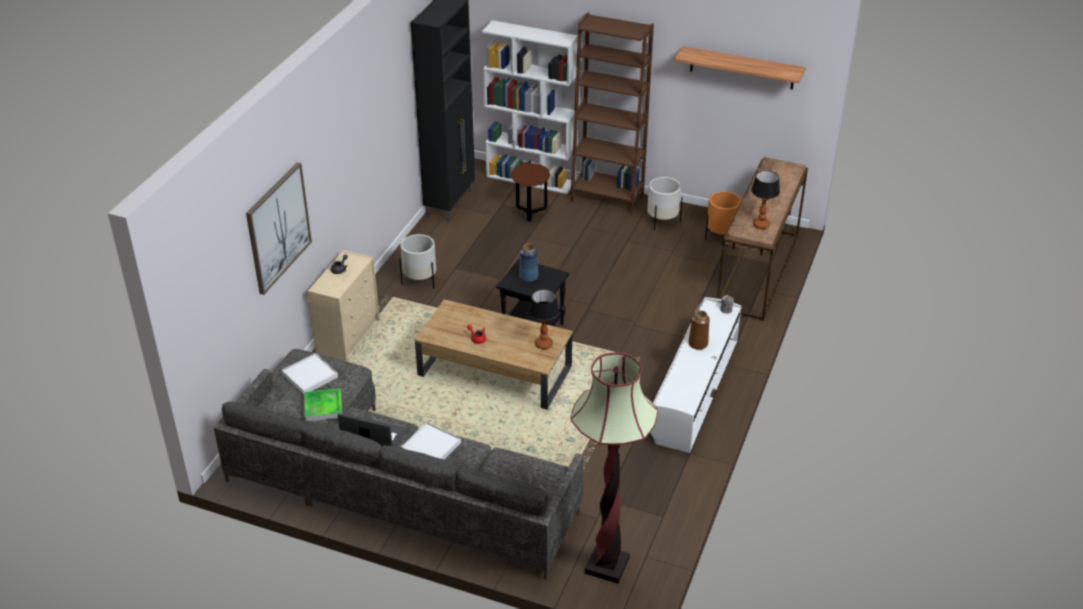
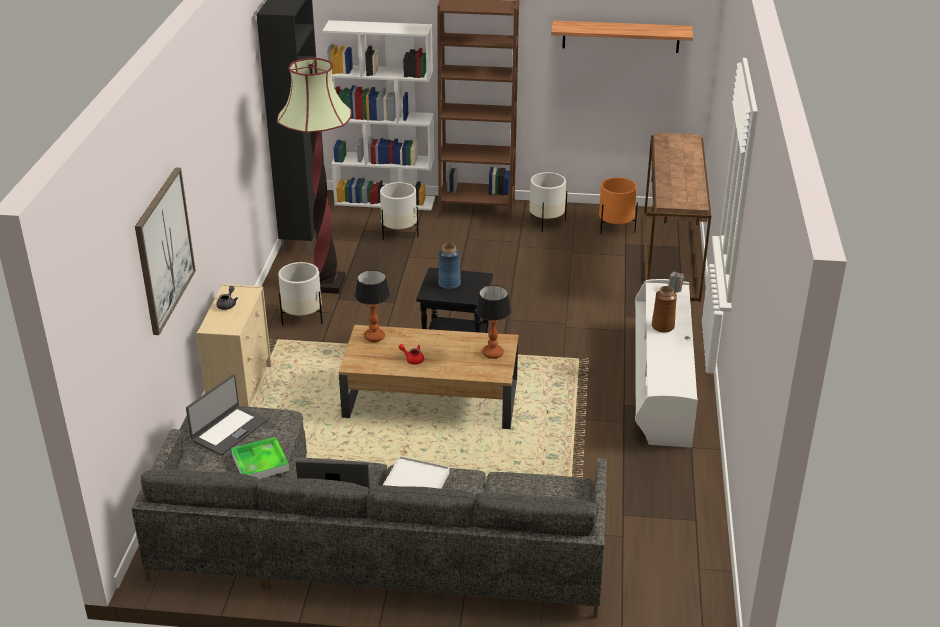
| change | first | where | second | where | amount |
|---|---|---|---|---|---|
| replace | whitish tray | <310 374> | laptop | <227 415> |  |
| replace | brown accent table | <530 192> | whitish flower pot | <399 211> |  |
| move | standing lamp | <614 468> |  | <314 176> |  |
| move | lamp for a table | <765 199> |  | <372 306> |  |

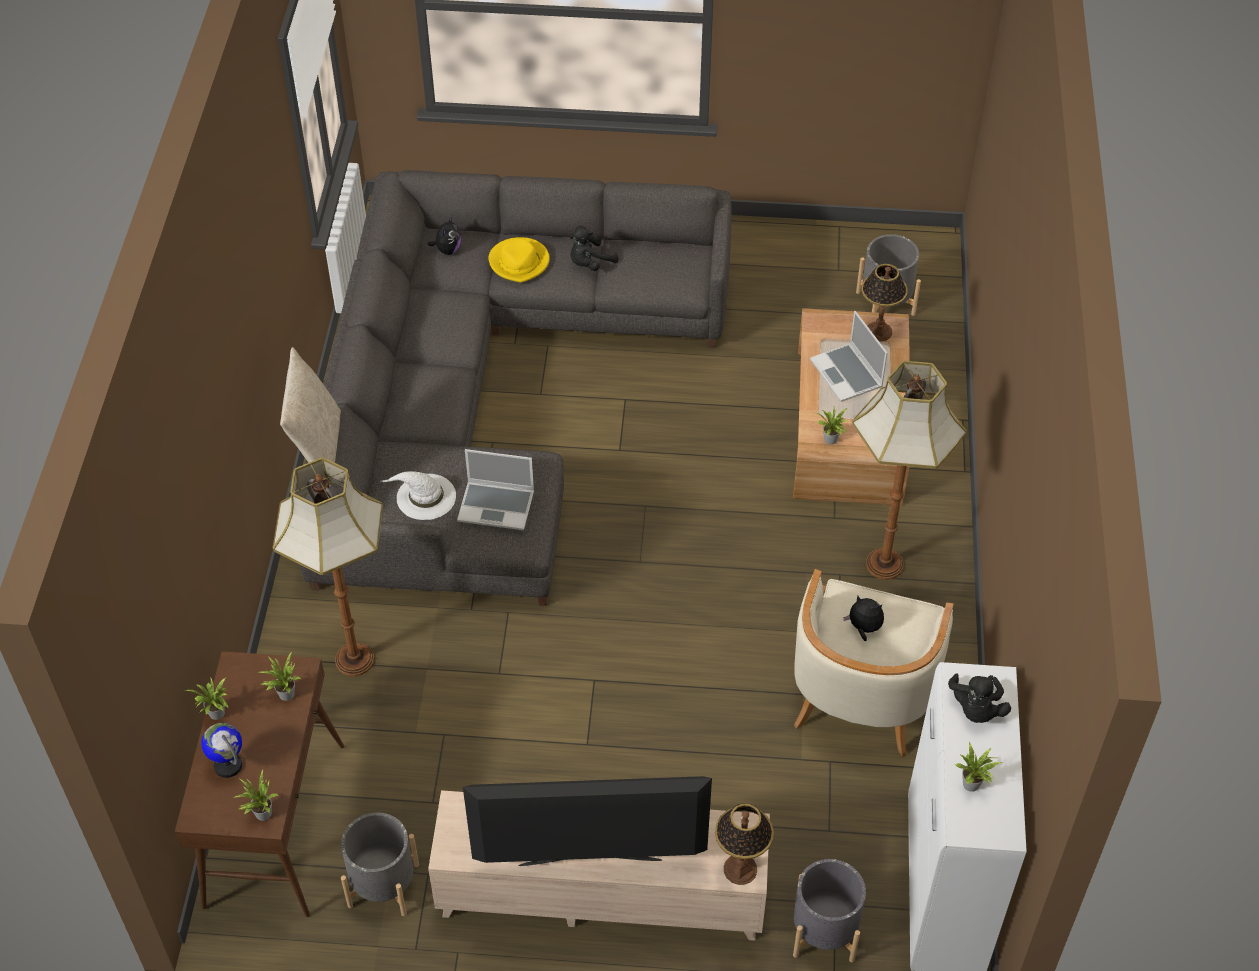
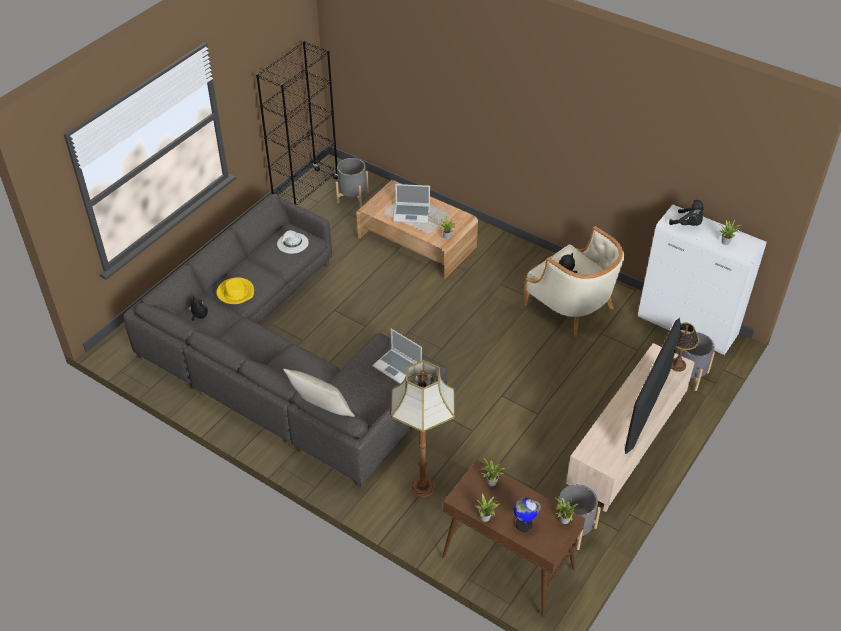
| change | first | where | second | where | amount |
|---|---|---|---|---|---|
| move | whitish wearable hat | <418 495> |  | <293 242> |  |
| rotate | laptop | <495 489> |  | <397 356> | 90 degrees clockwise |
| delete | black cuddly toy | <594 248> |  |  |  |
| delete | standing lamp | <909 470> |  |  |  |
| delete | lamp for a table | <884 302> |  |  |  |
| insert |  |  | black bookshelf | <297 123> |  |

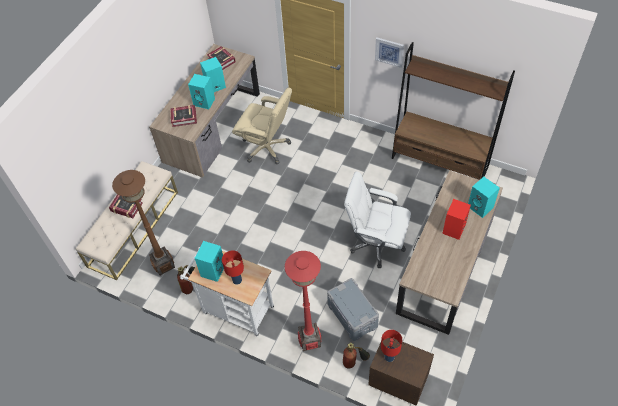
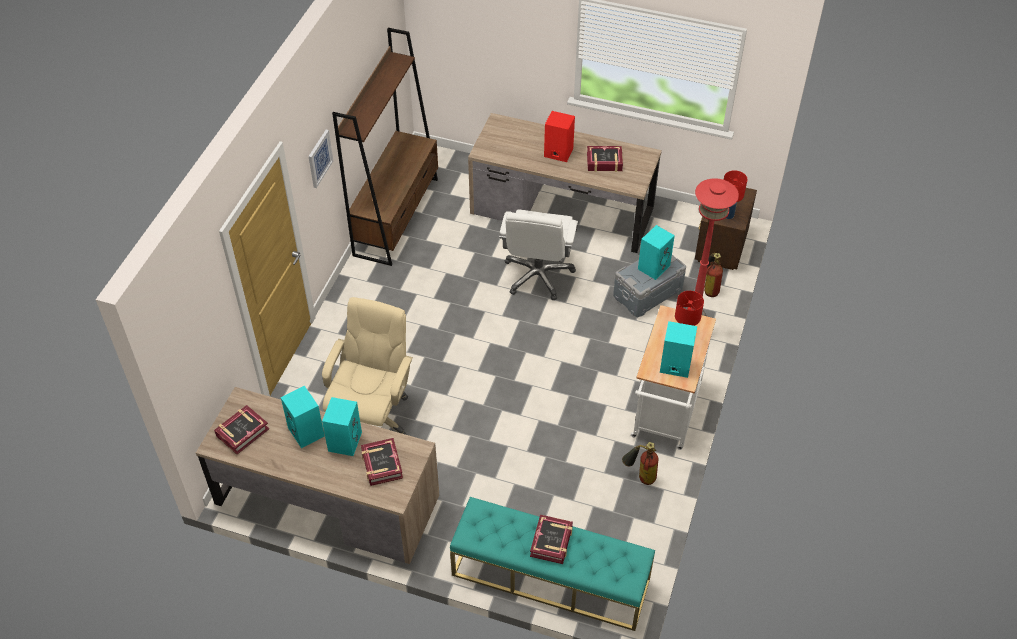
| change | first | where | second | where | amount |
|---|---|---|---|---|---|
| recolor | beige bench | <127 220> | blue-green bench | <552 564> |  |
| delete | brown standing lamp | <143 222> |  |  |  |
| move | blue-green loudspeaker | <484 197> |  | <656 252> |  |
| insert |  |  | volume | <605 159> |  |

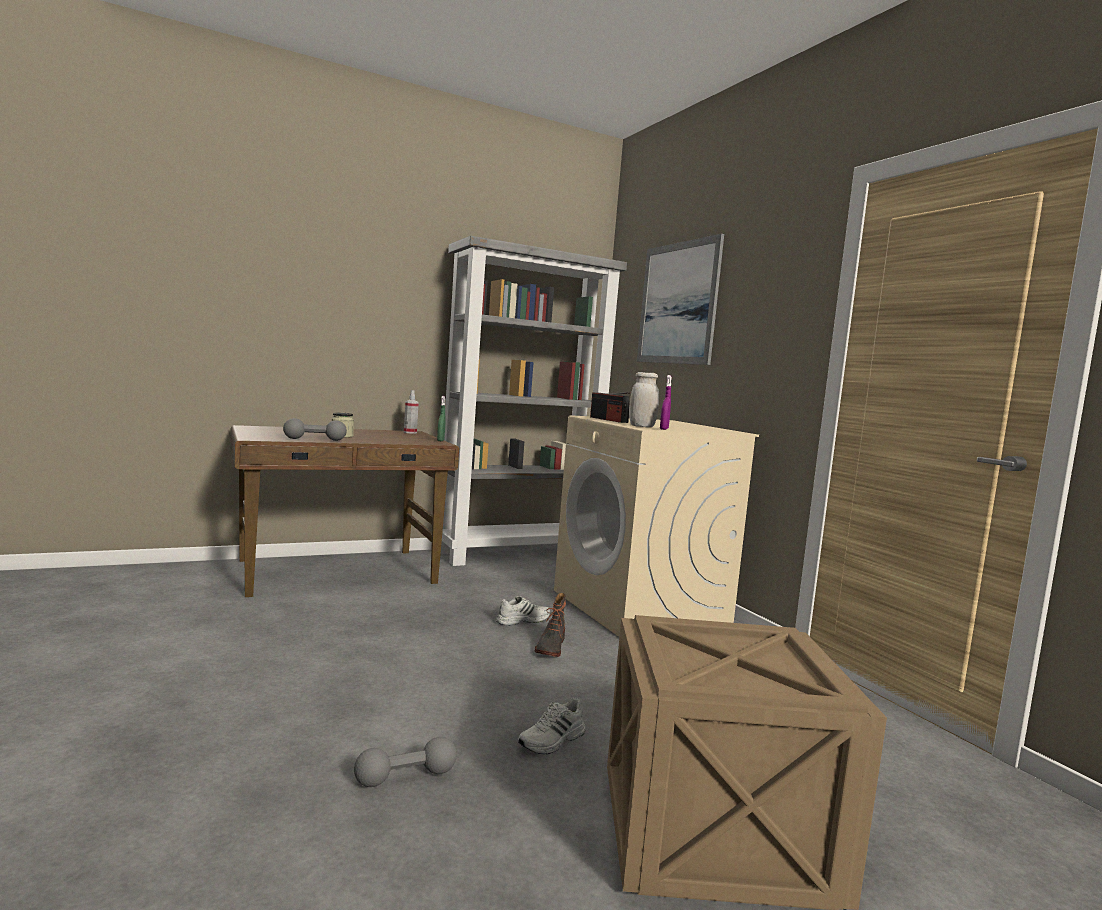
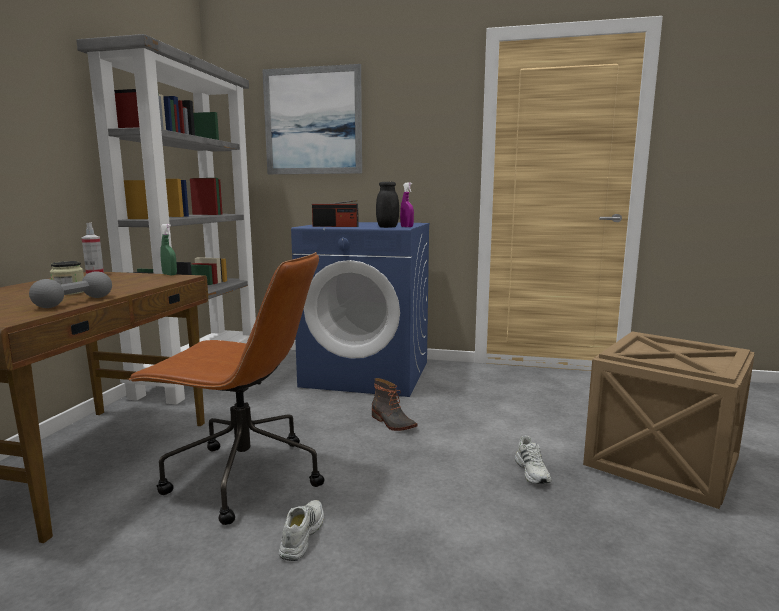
| change | first | where | second | where | amount |
|---|---|---|---|---|---|
| delete | gray dumbbell | <405 762> |  |  |  |
| move | whitish item of footwear | <523 611> |  | <301 530> |  |
| recolor | beige laundry machine | <656 526> | blue laundry machine | <360 309> |  |
| recolor | whitish preserve jar | <644 399> | black preserve jar | <387 205> |  |
| insert |  |  | brown computer chair | <226 388> |  |

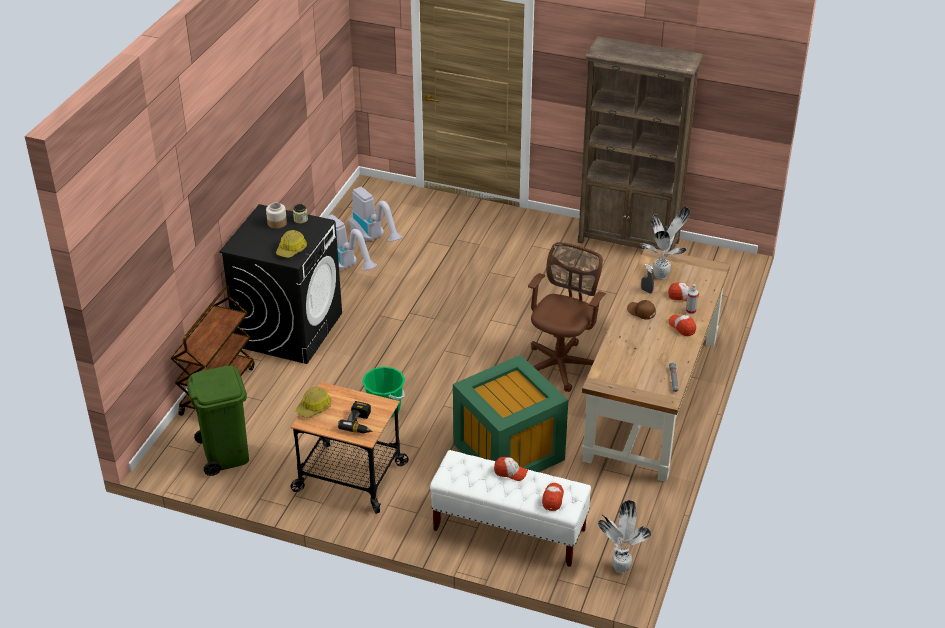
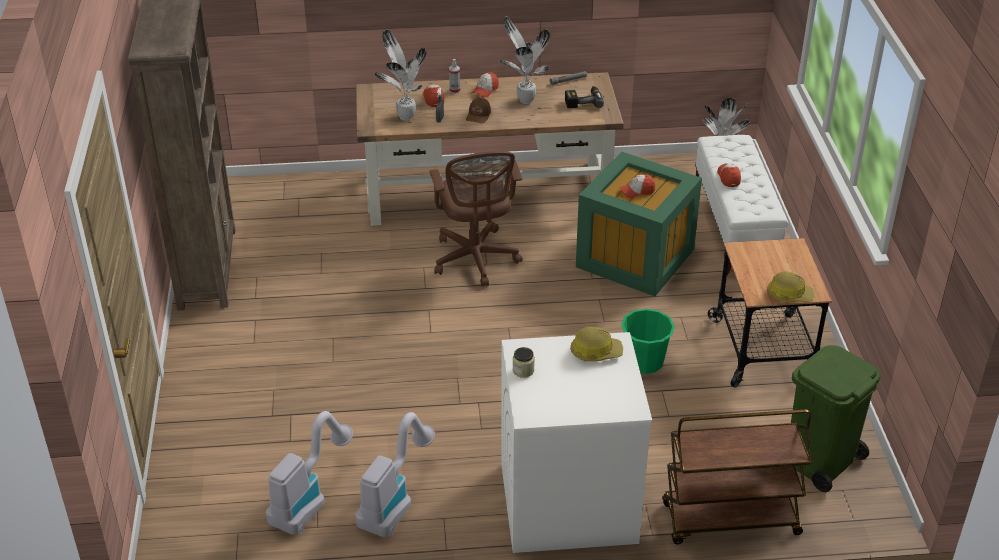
| change | first | where | second | where | amount |
|---|---|---|---|---|---|
| recolor | black laundry machine | <280 284> | whitish laundry machine | <576 442> |  |
| delete | preserve jar | <276 216> |  |  |  |
| move | electric drill | <355 417> |  | <584 97> |  |
| rotate | brown computer chair | <567 317> |  | <476 219> | 105 degrees counterclockwise |
| move | peaked cap | <553 497> |  | <637 186> |  |
| insert |  |  | plant in a pot | <524 60> |  |

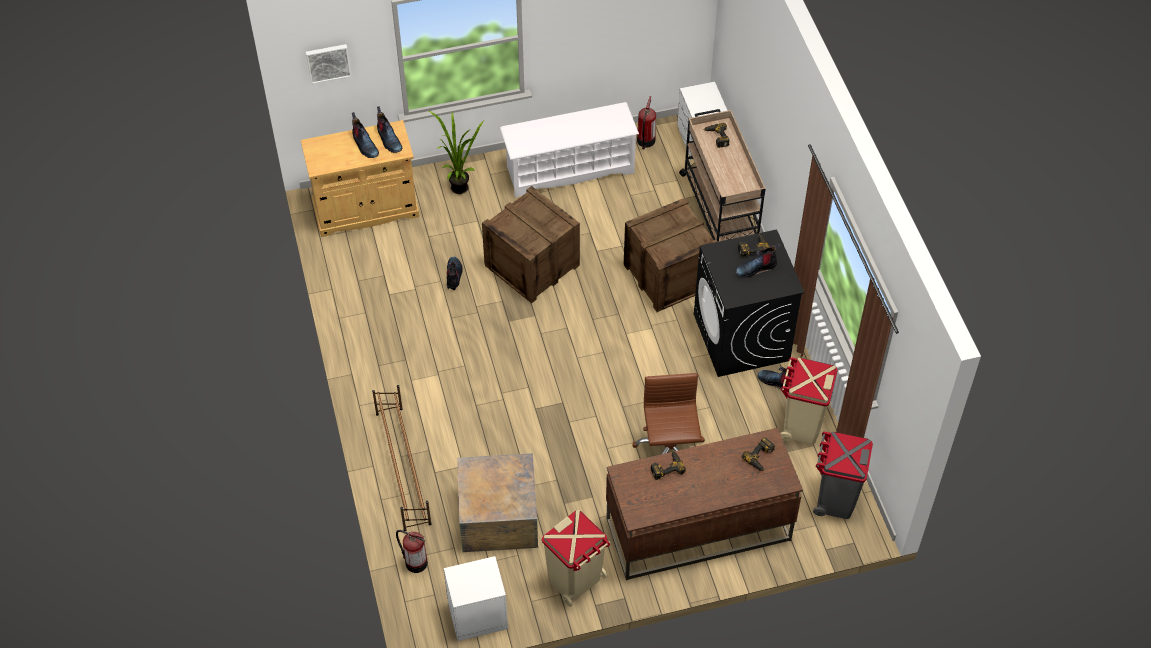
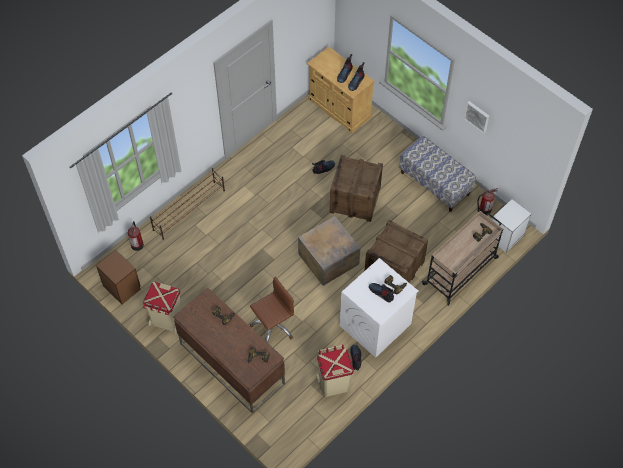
| change | first | where | second | where | amount |
|---|---|---|---|---|---|
| move | picture | <329 64> |  | <476 117> |  |
| delete | plant in a pot | <456 152> |  |  |  |
| recolor | whitish nightstand | <476 598> | brown nightstand | <118 277> |  |
| move | crate | <497 502> |  | <329 251> |  |
| replace | whitish shoe rack | <569 149> | bench | <437 174> |  |
| recolor | black laundry machine | <749 303> | whitish laundry machine | <379 308> |  |
| delete | gray waste bin | <843 475> |  |  |  |

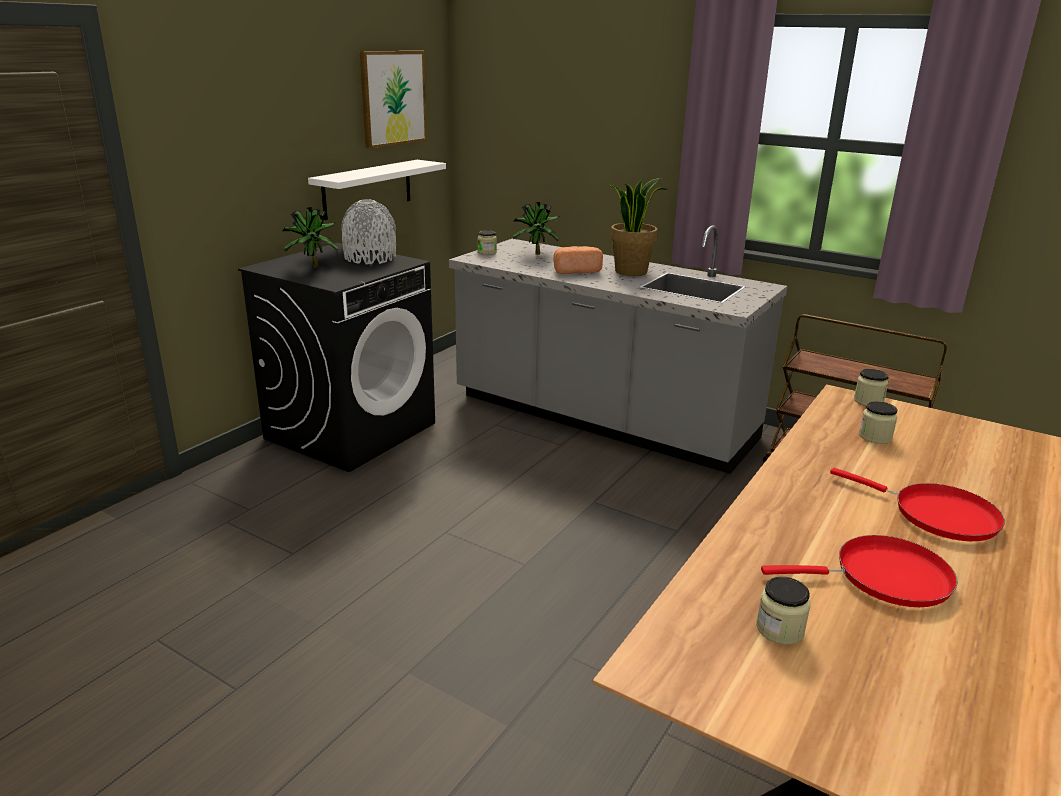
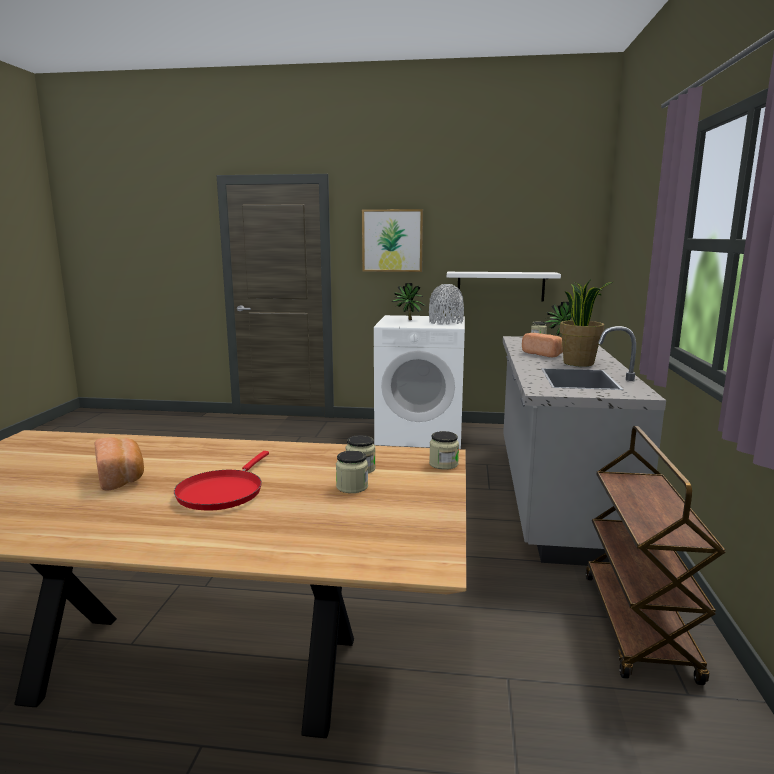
| change | first | where | second | where | amount |
|---|---|---|---|---|---|
| recolor | black laundry machine | <336 357> | whitish laundry machine | <419 382> |  |
| move | picture | <393 99> |  | <392 240> |  |
| move | preserve jar | <783 611> |  | <352 472> |  |
| replace | red skillet | <859 571> | baked bread | <119 464> |  |

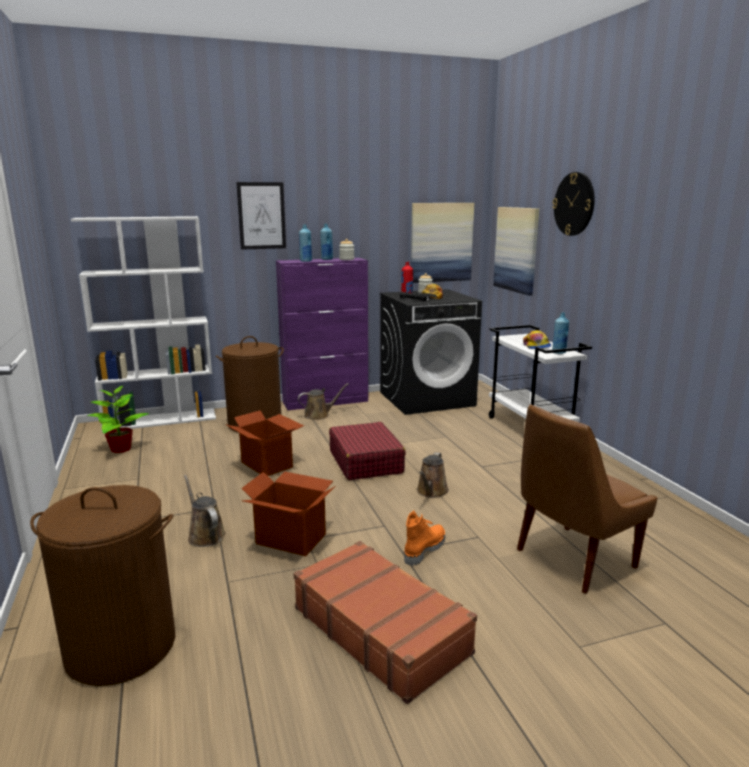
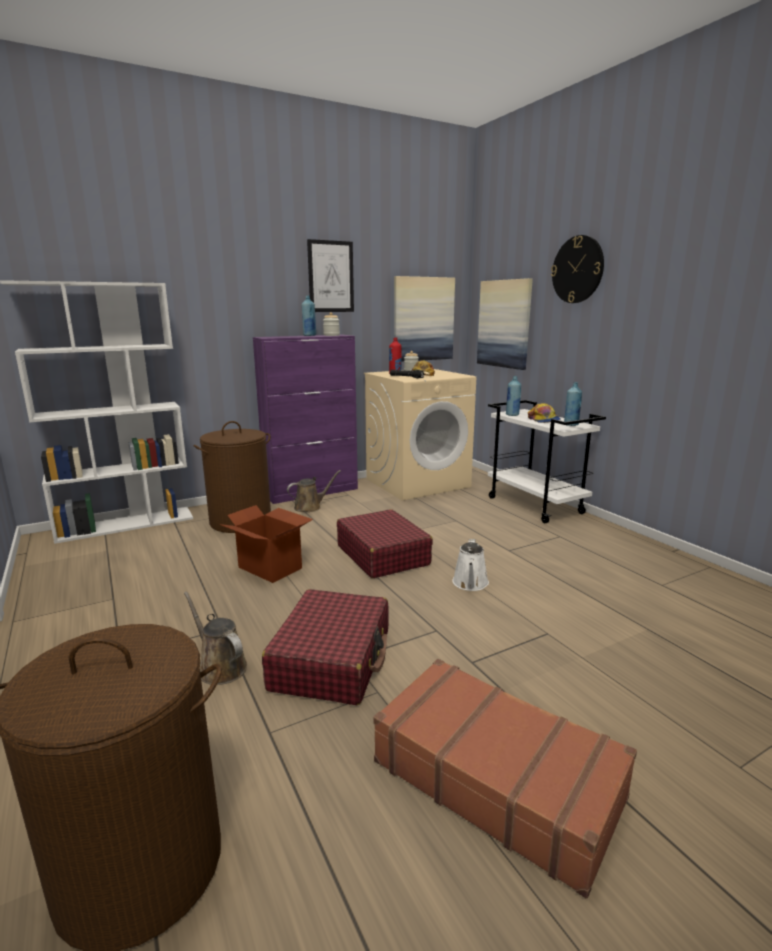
| change | first | where | second | where | amount |
|---|---|---|---|---|---|
| delete | plant in a pot | <118 419> |  |  |  |
| move | picture | <261 216> |  | <330 275> |  |
| replace | packing box | <288 514> | red travel case | <325 647> |  |
| move | blue bottle | <305 243> |  | <513 396> |  |
| recolor | black laundry machine | <431 352> | beige laundry machine | <420 435> |  |
| delete | orange-coloured boot | <424 538> |  |  |  |
| recolor | brown watering pot | <433 475> | whitish watering pot | <470 565> |  |
| delete | brown upright chair | <587 499> |  |  |  |

